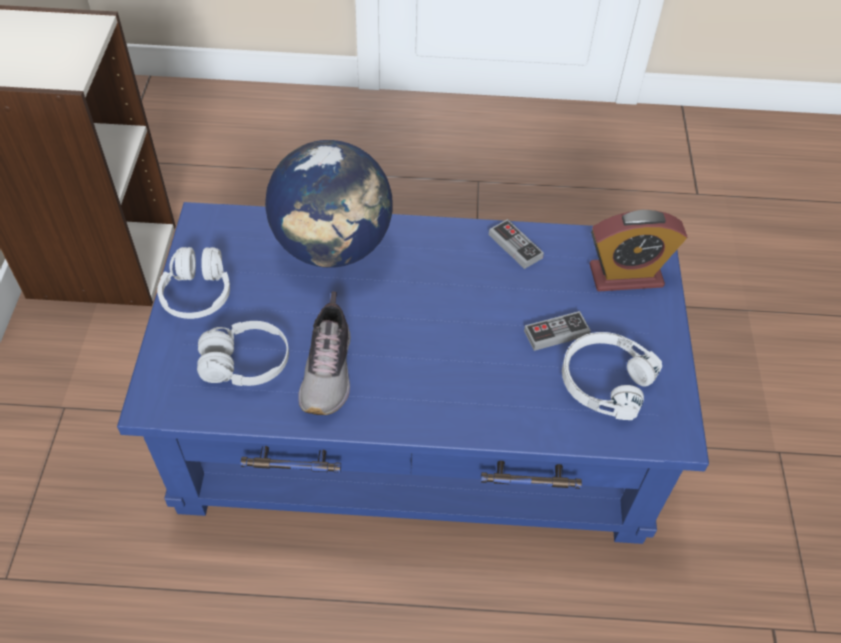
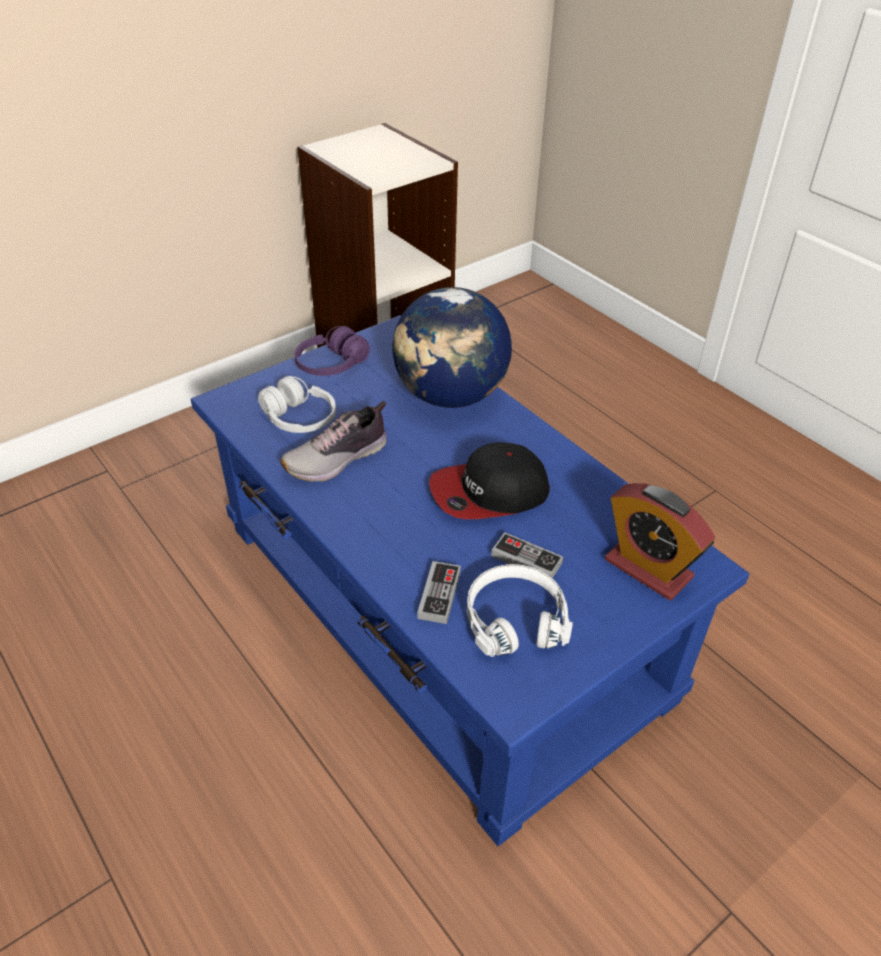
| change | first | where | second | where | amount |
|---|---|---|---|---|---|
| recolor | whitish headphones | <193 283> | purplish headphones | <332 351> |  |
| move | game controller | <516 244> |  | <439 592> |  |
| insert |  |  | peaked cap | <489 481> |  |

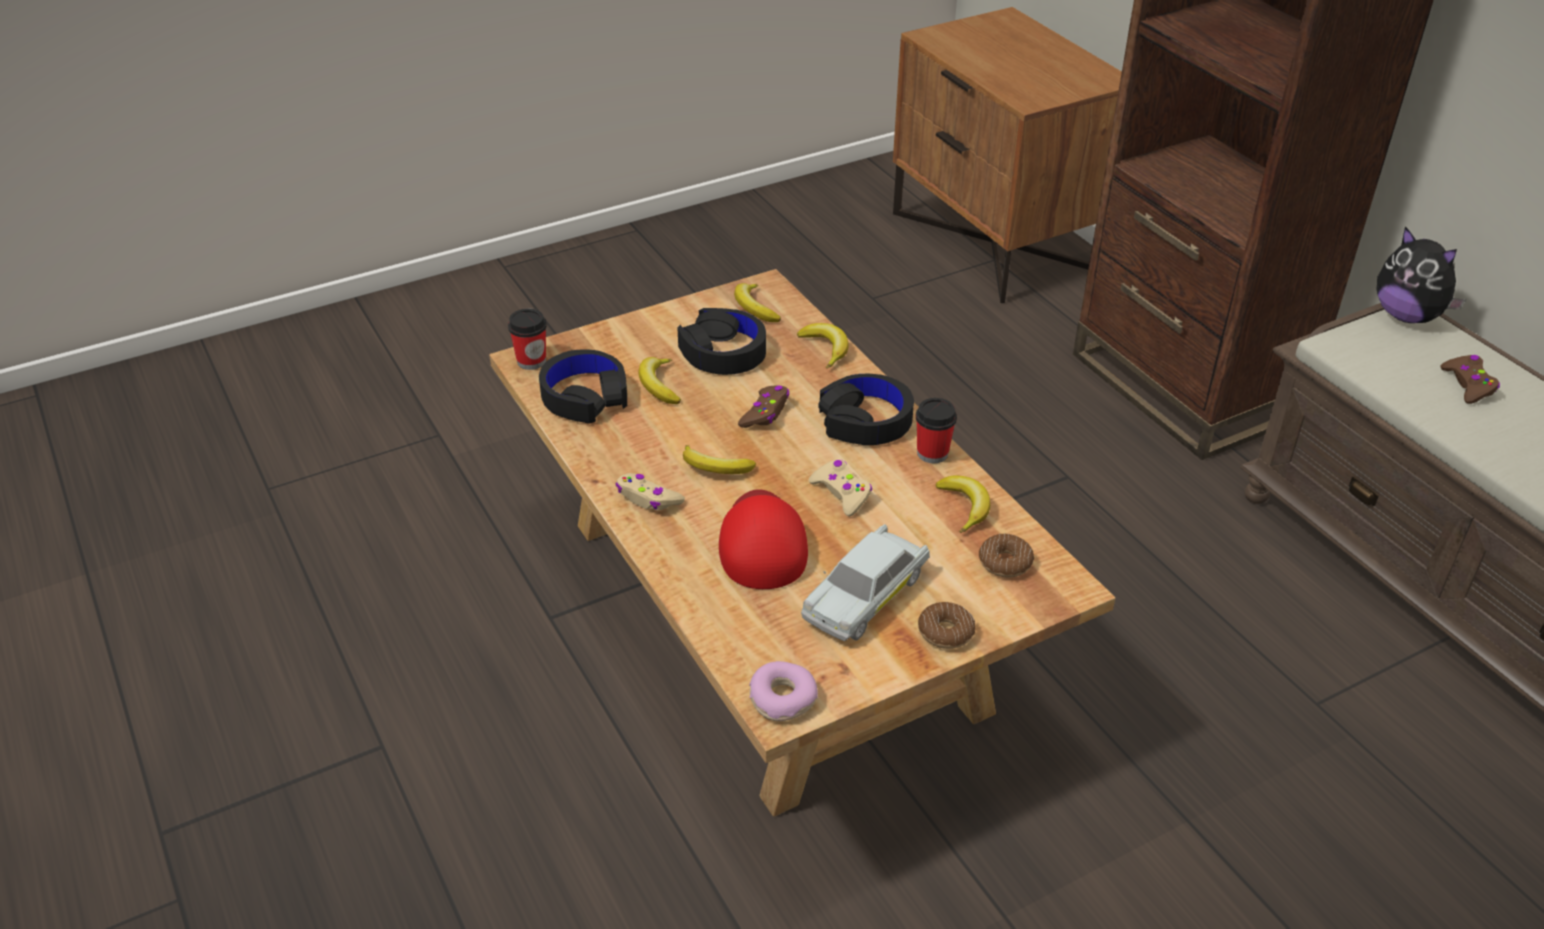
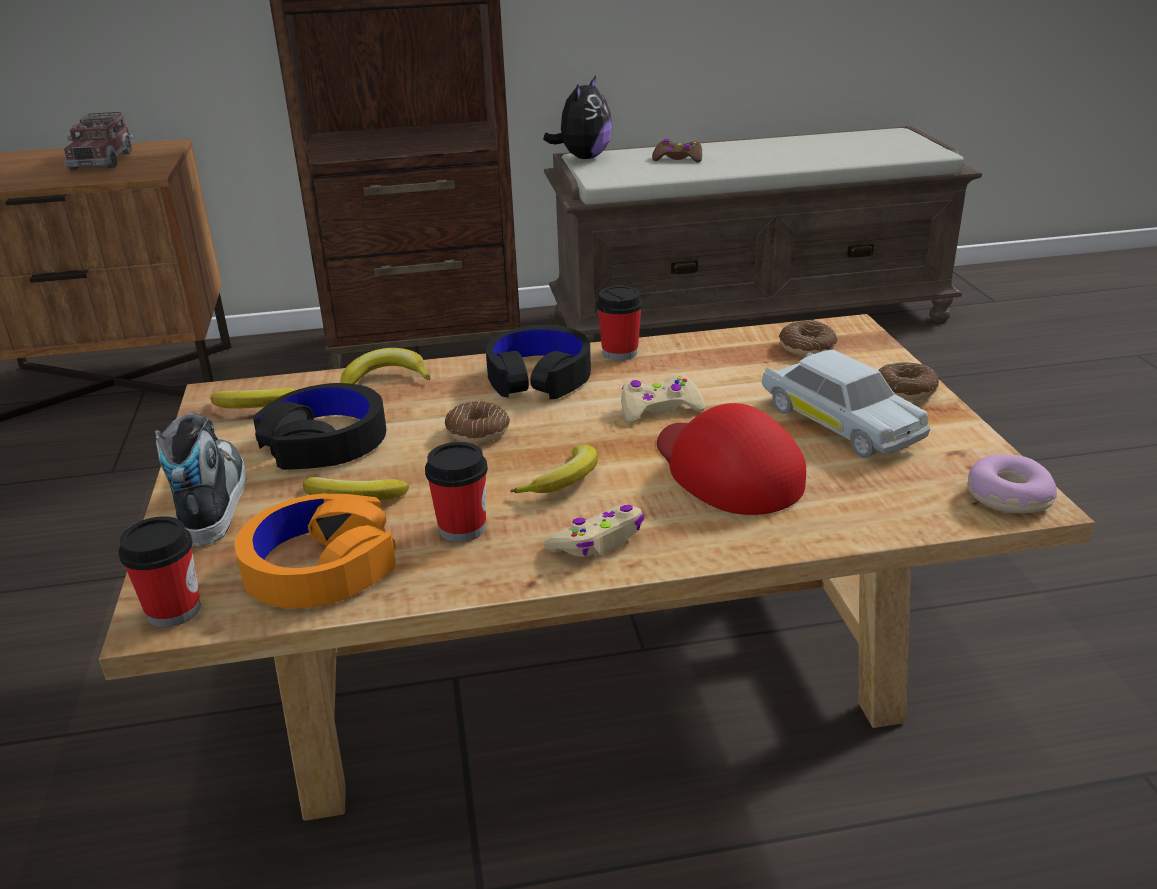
| change | first | where | second | where | amount |
|---|---|---|---|---|---|
| recolor | black headphones | <583 386> | orange-coloured headphones | <315 550> |  |
| rotate | red peaked cap | <763 539> |  | <731 459> | 45 degrees clockwise |
| replace | brown game controller | <763 407> | ring doughnut | <477 422> |  |
| delete | whole banana | <963 504> |  |  |  |
| rotate | cuddly toy | <1421 274> |  | <577 117> | 45 degrees counterclockwise |
| insert |  |  | toy truck | <98 141> |  |
| insert |  |  | item of footwear | <201 479> |  |
| insert |  |  | small cup | <456 492> |  |

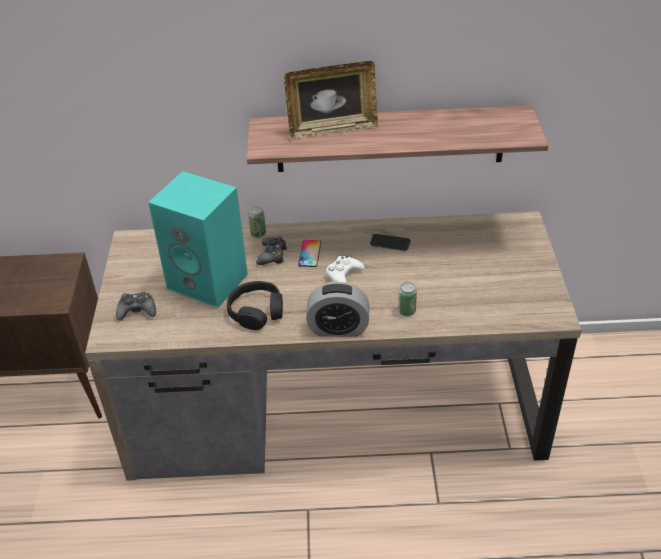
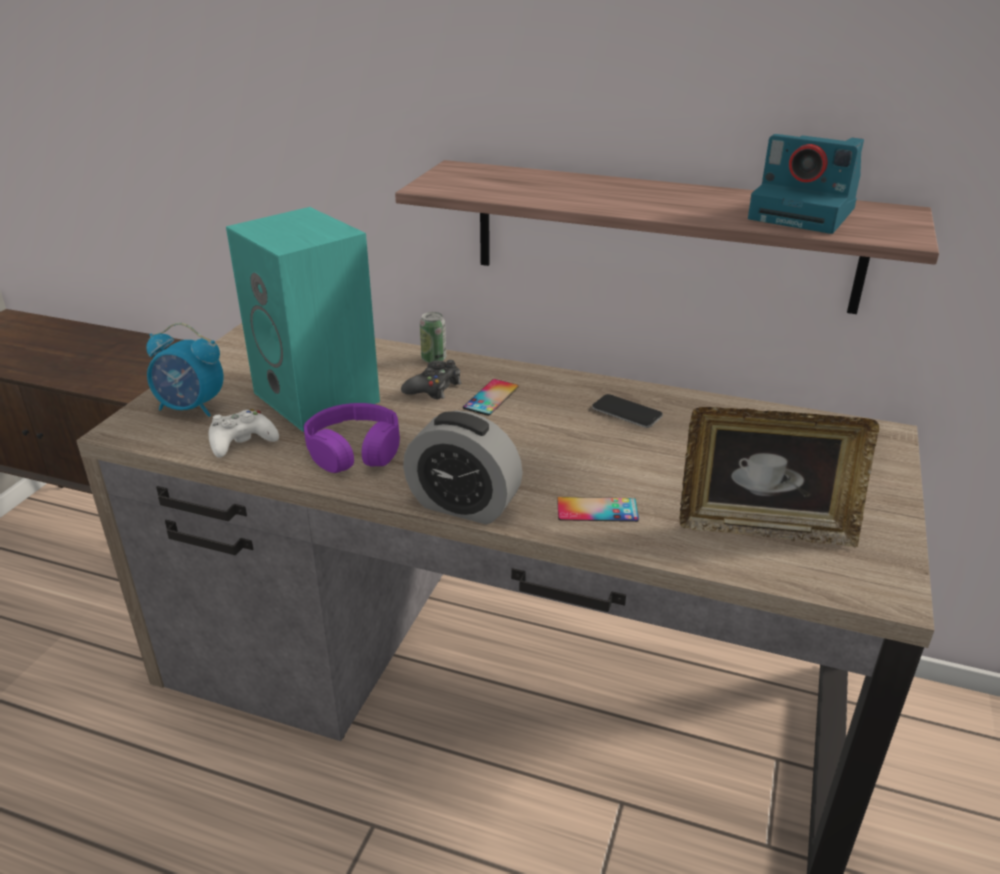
| change | first | where | second | where | amount |
|---|---|---|---|---|---|
| replace | black game controller | <136 306> | table clock | <184 370> |  |
| recolor | black headphones | <255 305> | purplish headphones | <352 438> |  |
| move | standing frame | <331 100> |  | <779 477> |  |
| move | whitish game controller | <345 269> |  | <243 433> |  |
| replace | sealed can | <407 299> | handset | <598 509> |  |
| insert |  |  | photo camera | <806 184> |  |

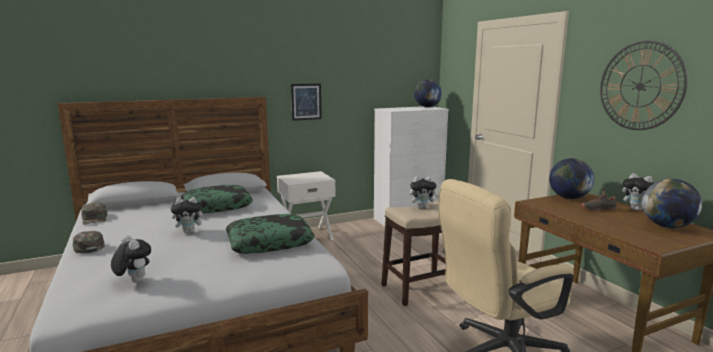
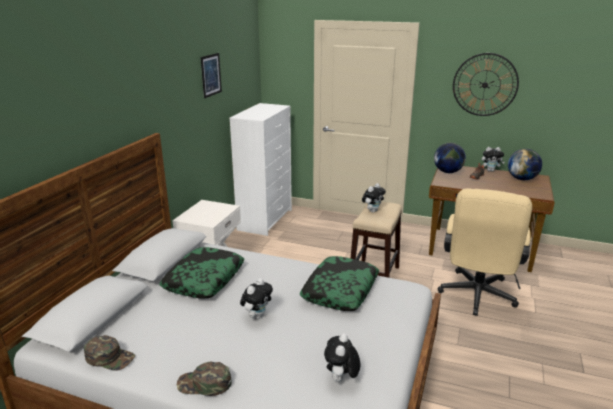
| change | first | where | second | where | amount |
|---|---|---|---|---|---|
| rotate | cuddly toy | <131 259> |  | <342 357> | 75 degrees counterclockwise |
| move | picture | <306 102> |  | <211 75> |  |
| delete | desk globe | <428 93> |  |  |  |

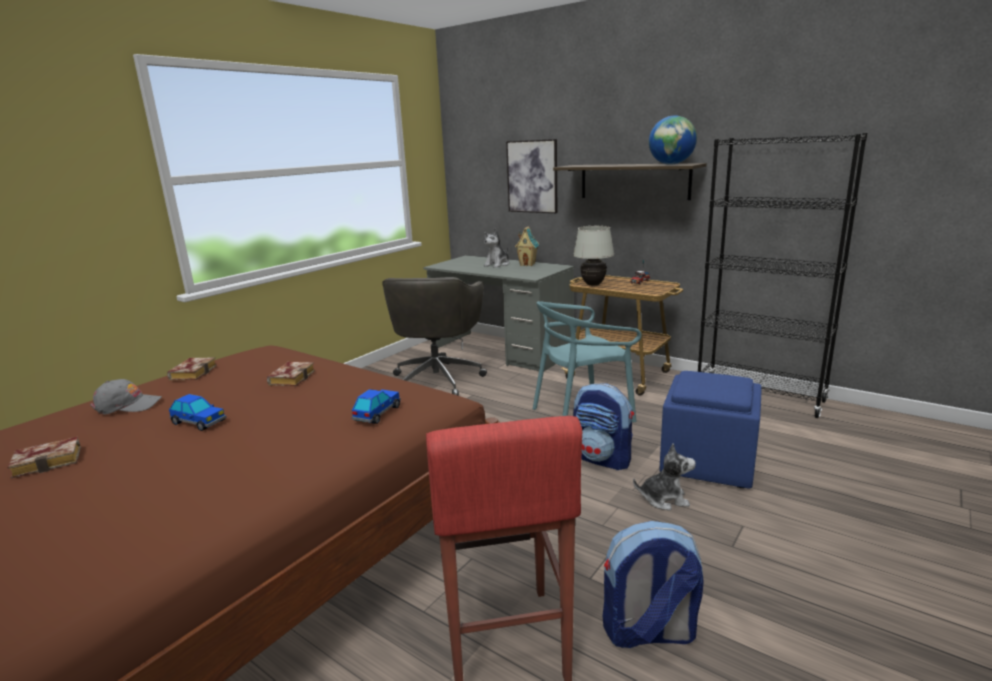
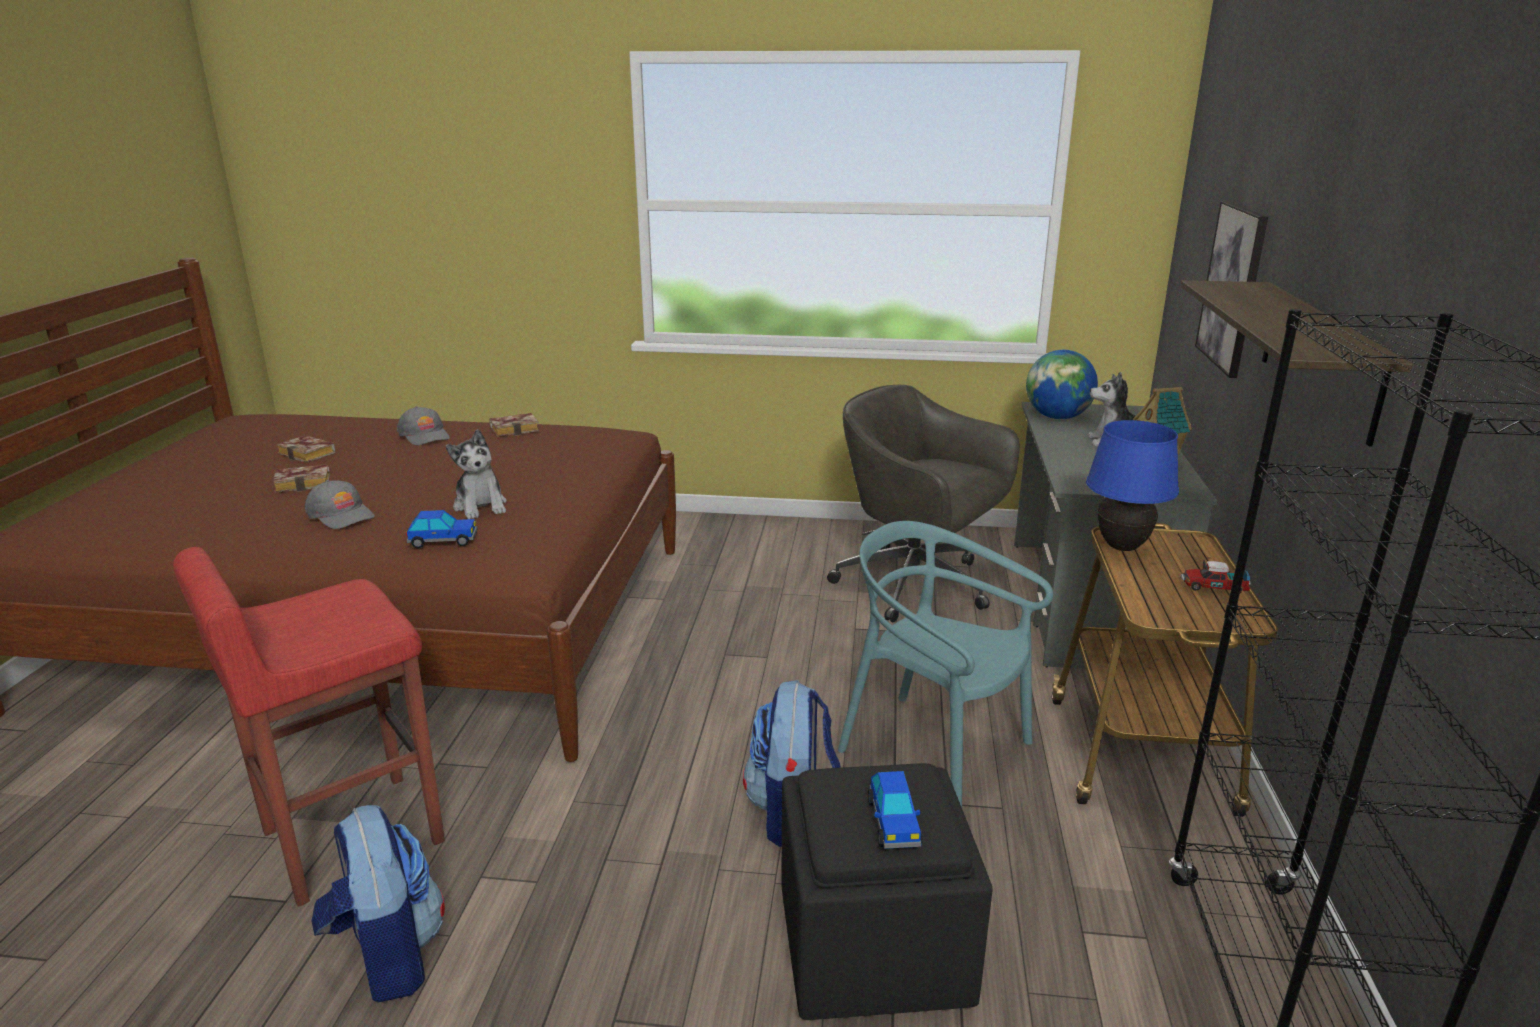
| change | first | where | second | where | amount |
|---|---|---|---|---|---|
| move | toy car | <197 412> |  | <895 810> |  |
| move | volume | <291 374> |  | <301 478> |  |
| rotate | gray computer chair | <434 336> |  | <923 503> | 60 degrees clockwise |
| recolor | whitish lamp for a table | <593 256> | blue lamp for a table | <1132 485> |  |
| move | cuddly toy | <664 476> |  | <476 474> |  |
| move | desk globe | <673 140> |  | <1062 384> |  |
| recolor | blue pouffe | <710 430> | black pouffe | <887 891> |  |
| insert |  |  | gray peaked cap | <339 504> |  |

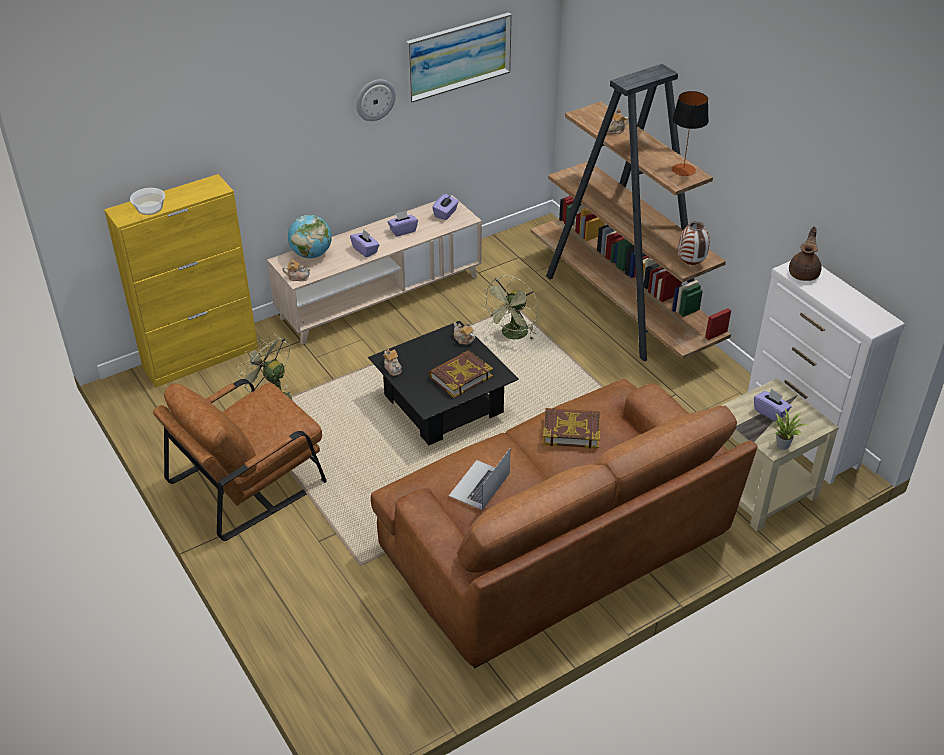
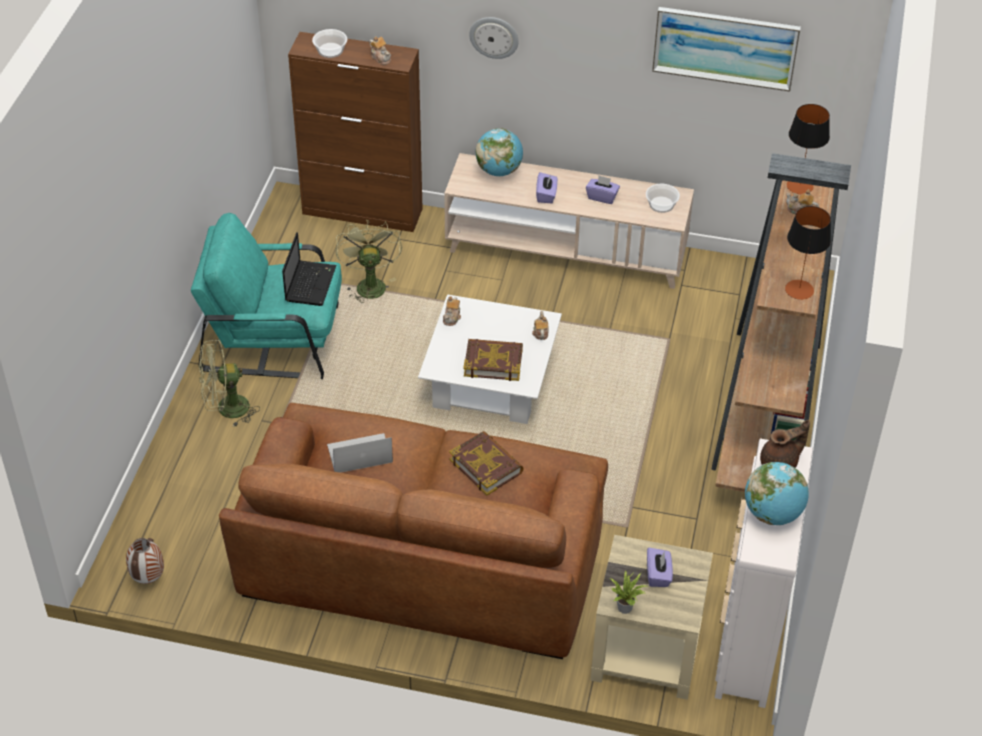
| change | first | where | second | where | amount |
|---|---|---|---|---|---|
| recolor | yellowish cabinet | <181 280> | brown cabinet | <355 132> |  |
| recolor | brown easy chair | <240 460> | blue-green easy chair | <266 296> |  |
| move | pot for tea | <297 270> |  | <380 50> |  |
| move | wall clock | <376 100> |  | <494 38> |  |
| recolor | black coffee table | <443 383> | whitish coffee table | <490 359> |  |
| replace | purplish box of tissues | <445 207> | deep dish | <663 198> |  |
| move | greenish cooling fan | <510 308> |  | <229 383> |  |
| move | decorative vase | <694 243> |  | <145 561> |  |
| insert |  |  | laptop | <309 269> |  |
| insert |  |  | desk globe | <777 493> |  |
| insert |  |  | lamp for a table | <808 149> |  |

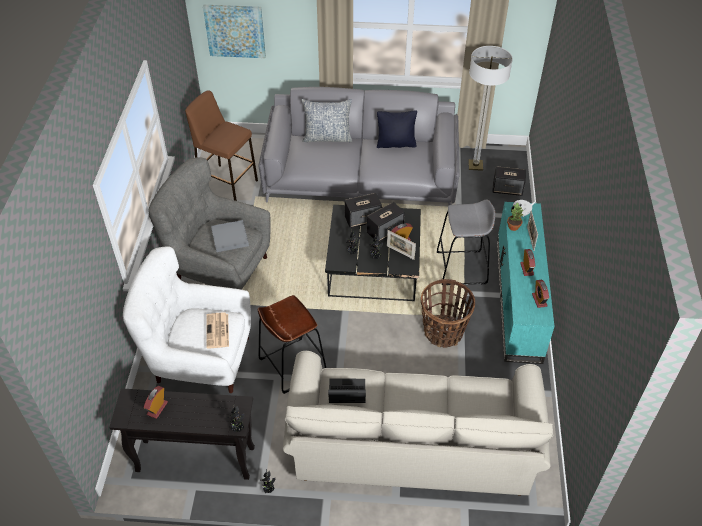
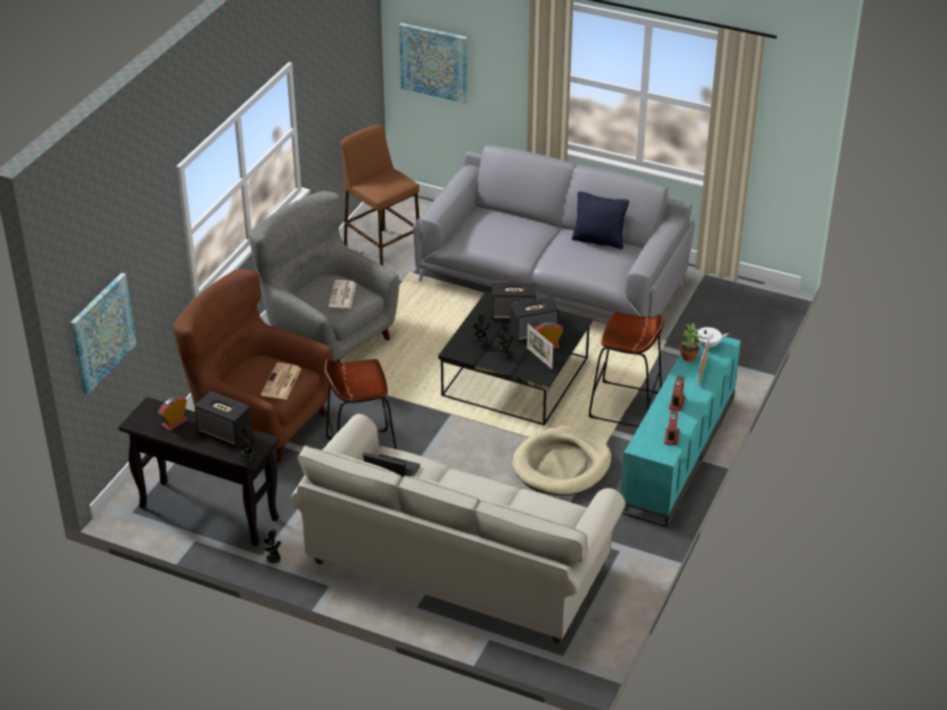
| change | first | where | second | where | amount |
|---|---|---|---|---|---|
| recolor | whitish easy chair | <187 320> | brown easy chair | <253 366> |  |
| replace | gray tray | <230 236> | printed paper | <342 294> |  |
| delete | throw pillow | <327 120> |  |  |  |
| replace | household basket | <448 313> | beige dog cushion | <561 461> |  |
| recolor | gray stool | <466 242> | brown stool | <626 369> |  |
| delete | standing lamp | <490 108> |  |  |  |
| move | loudspeaker | <509 181> |  | <223 419> |  |
| insert |  |  | picture | <103 334> |  |

